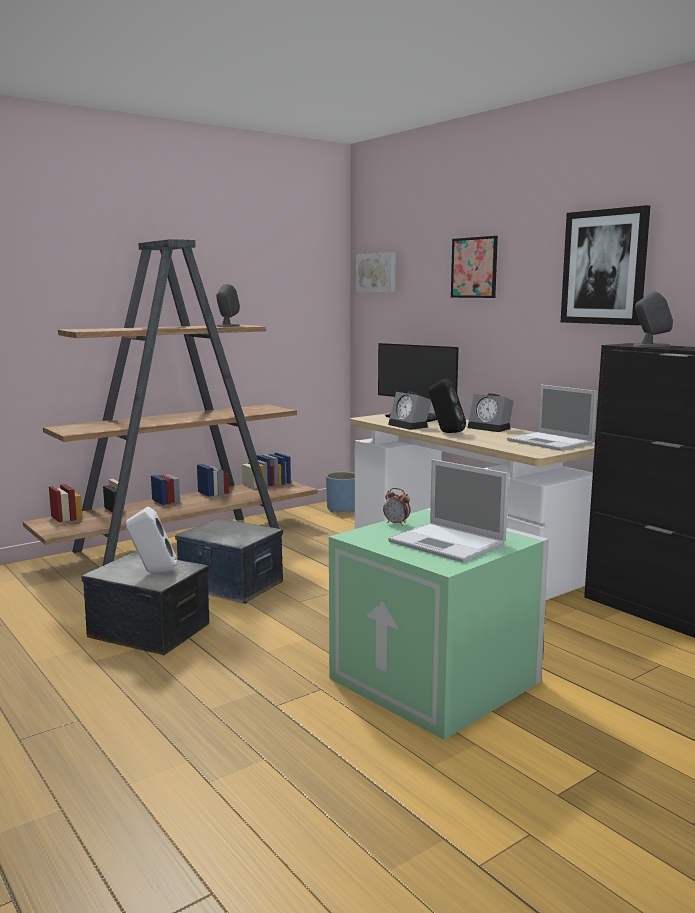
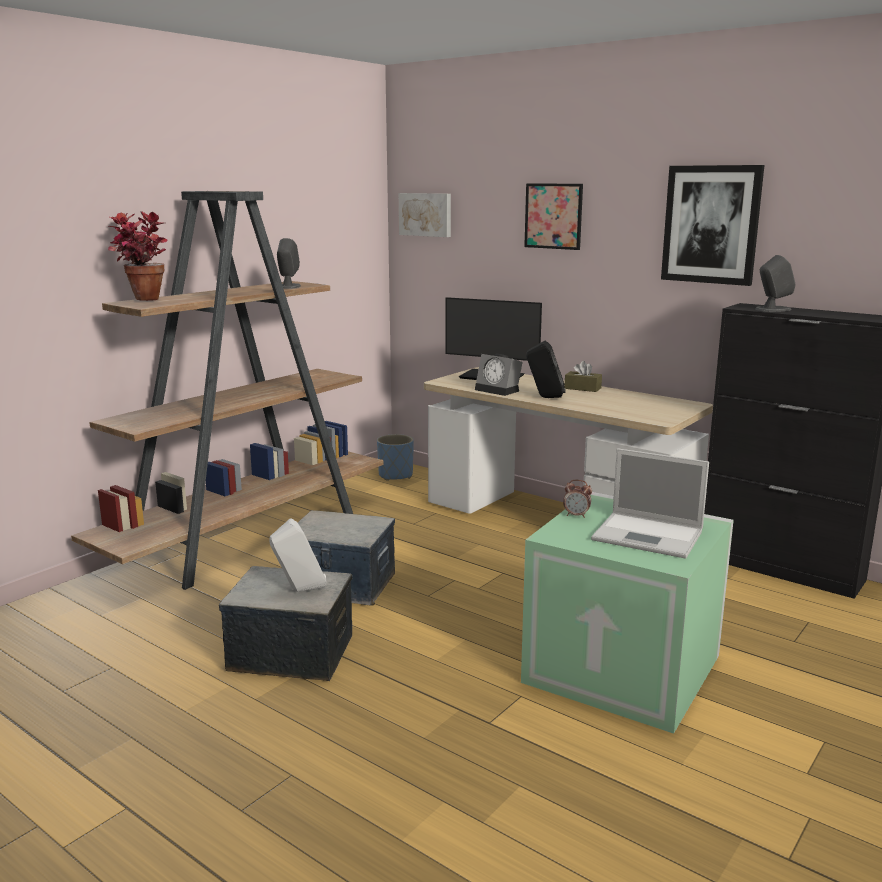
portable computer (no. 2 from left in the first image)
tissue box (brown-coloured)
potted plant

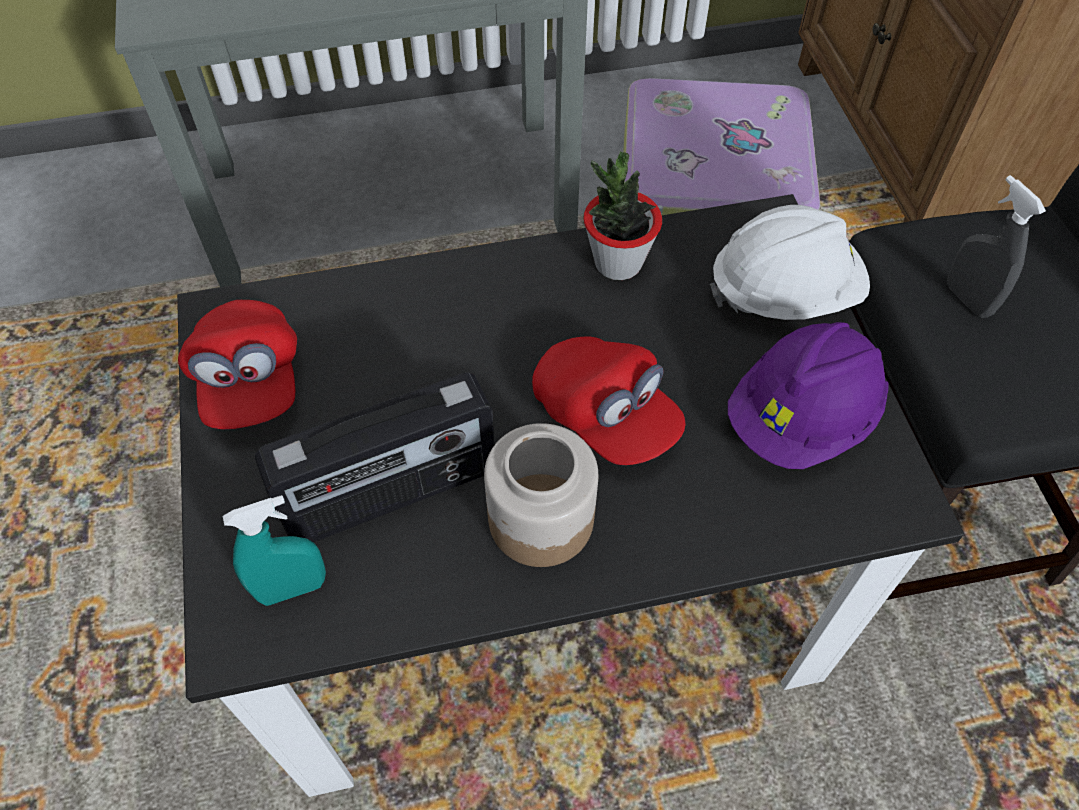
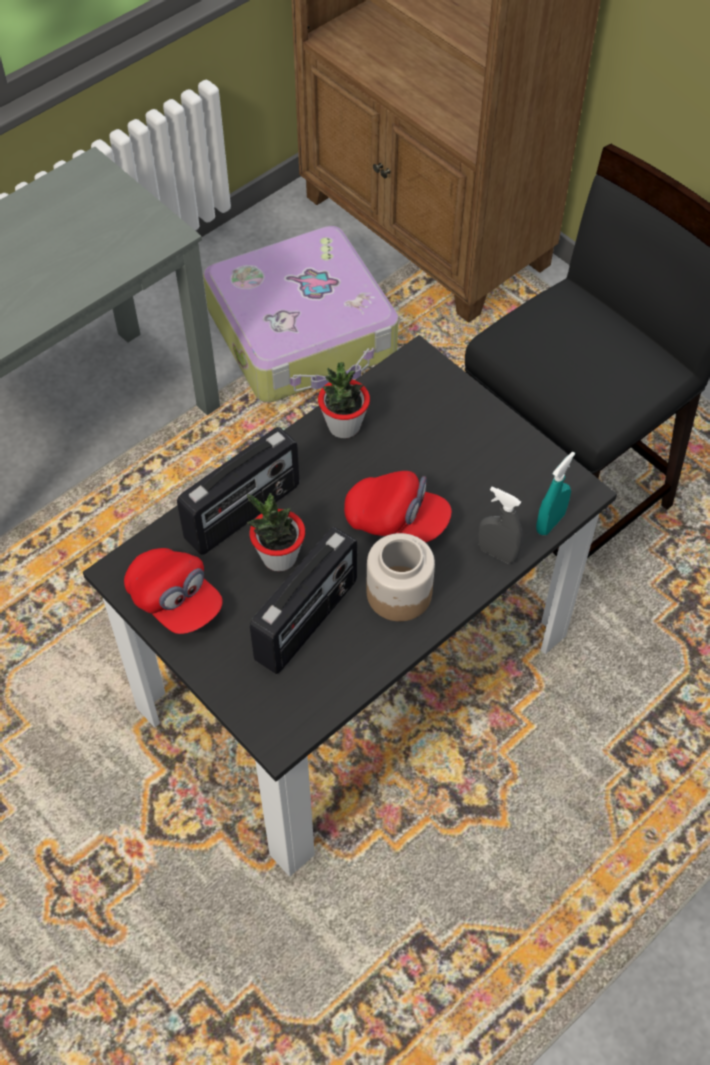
spray bottle (grey)
hard hat (white-coloured)
hard hat (purple)
spray bottle (turquoise-coloured)
radio receiver (no. 1 from left)
potted plant (no. 1 from left)

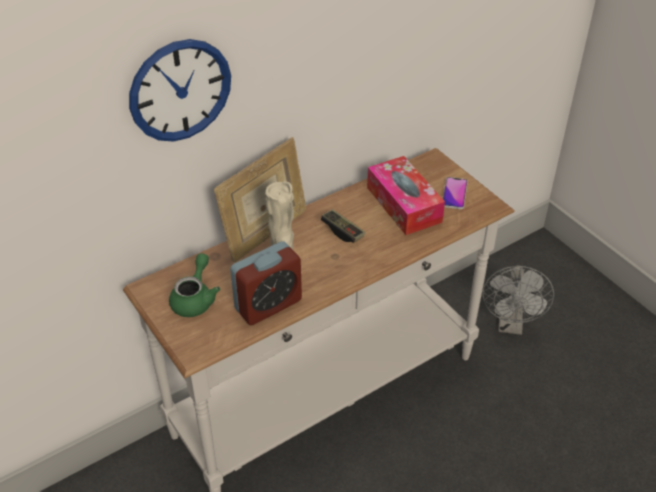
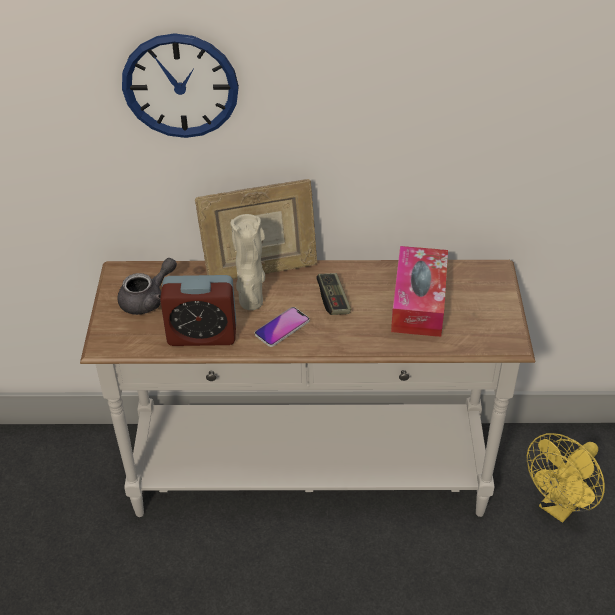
handset
teapot (grey)
fan (yellow)

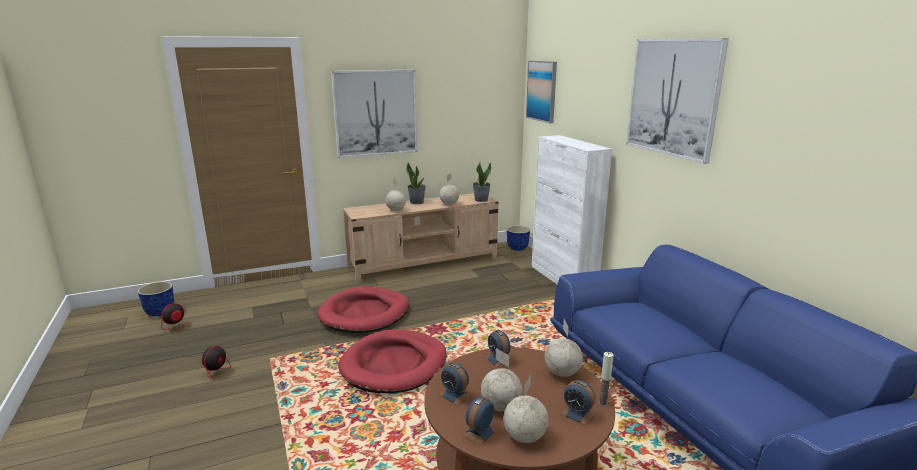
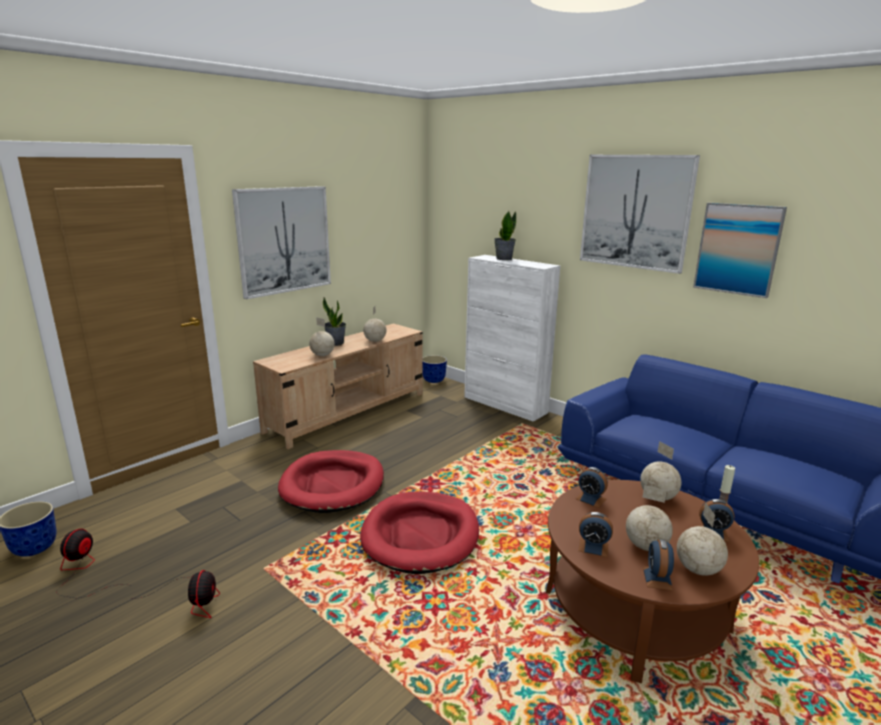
picture (no. 3 from left)
potted plant (no. 2 from left)

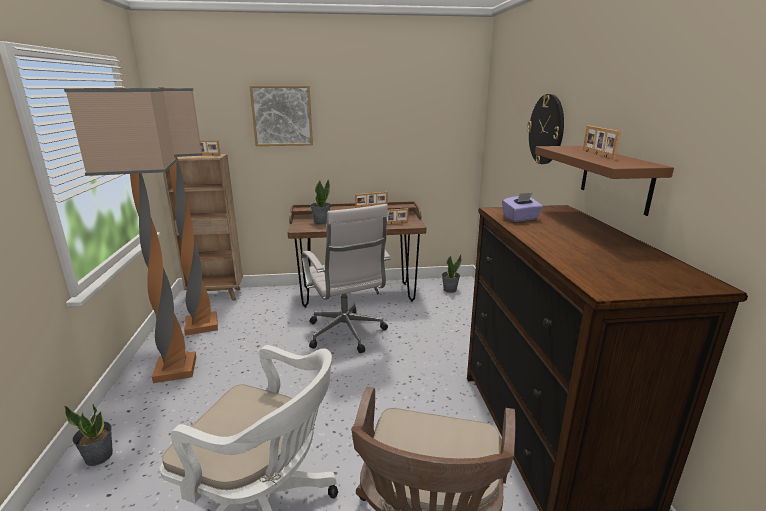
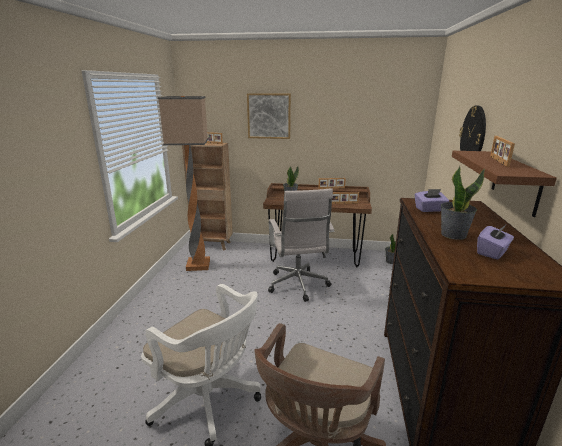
floor lamp (no. 1 from left in the first image)
potted plant (no. 3 from left)
tissue box (purple) (no. 2 from left)

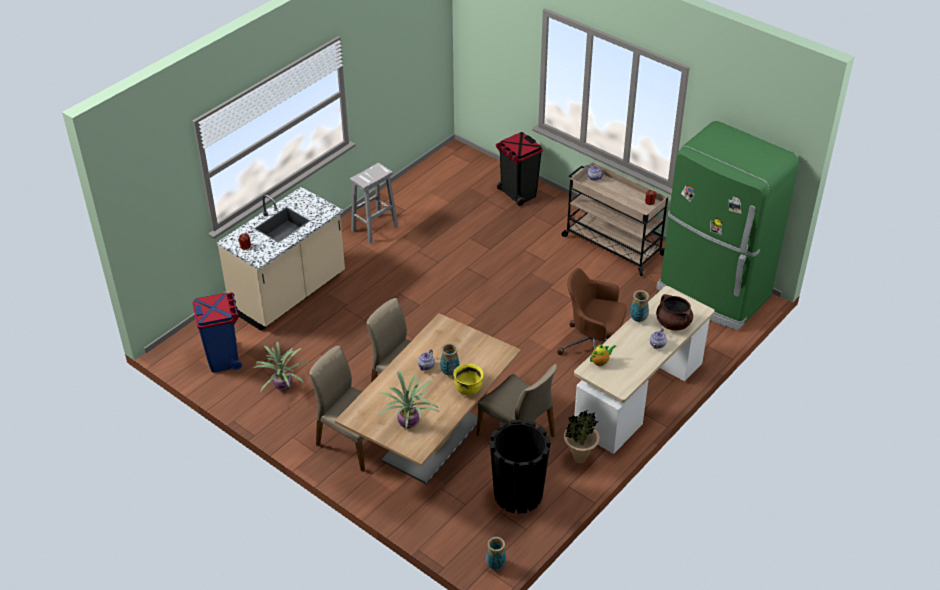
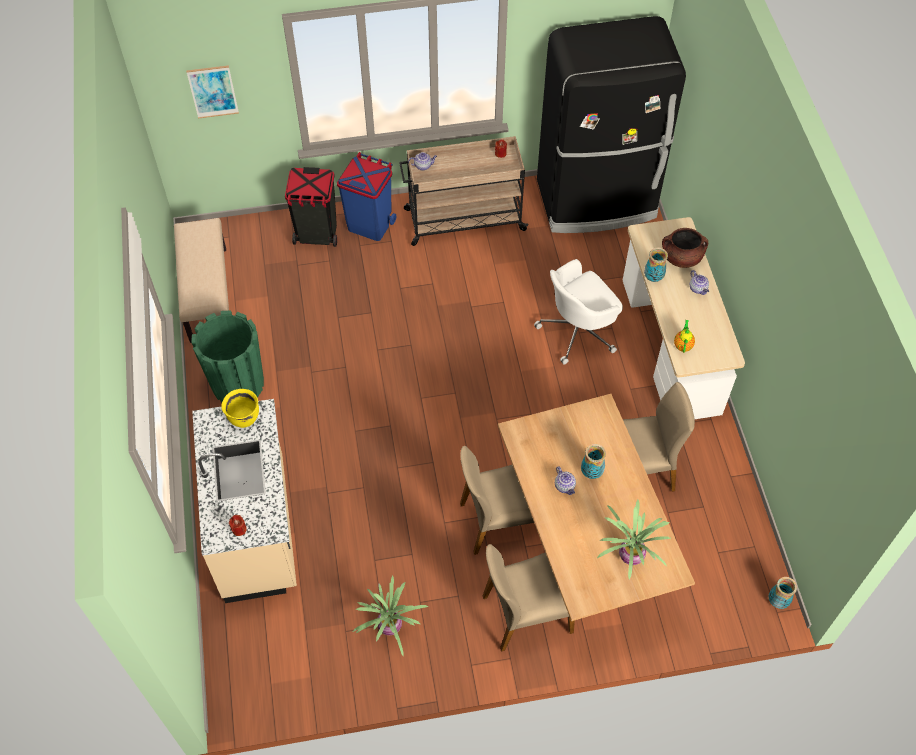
refrigerator (black)
planter (greenish)
office chair (white-coloured)
waste bin (blue-coloured)
cooking pot (yellow)
potted plant (no. 3 from left in the first image)
planter (black)
picture
bench (beige)

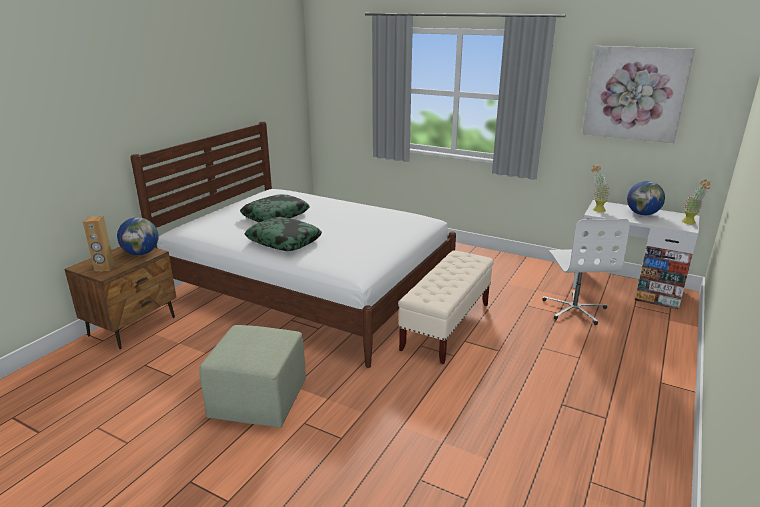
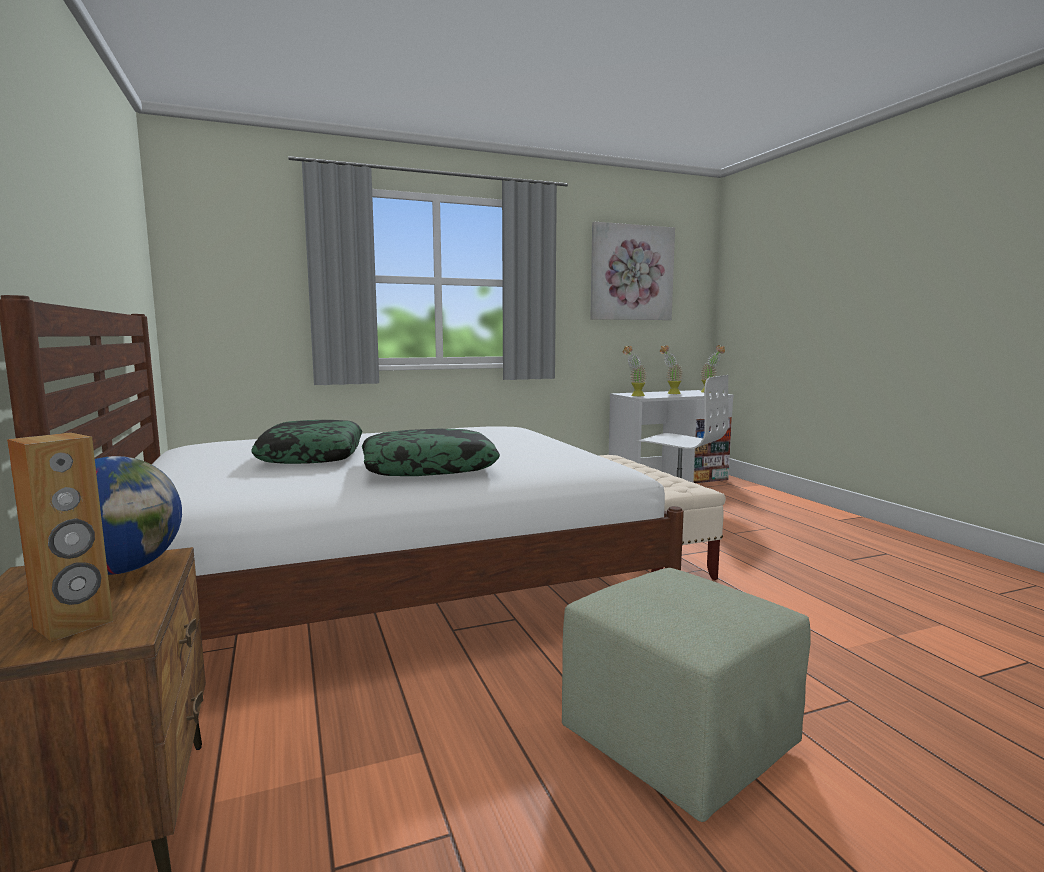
potted plant (no. 2 from left)

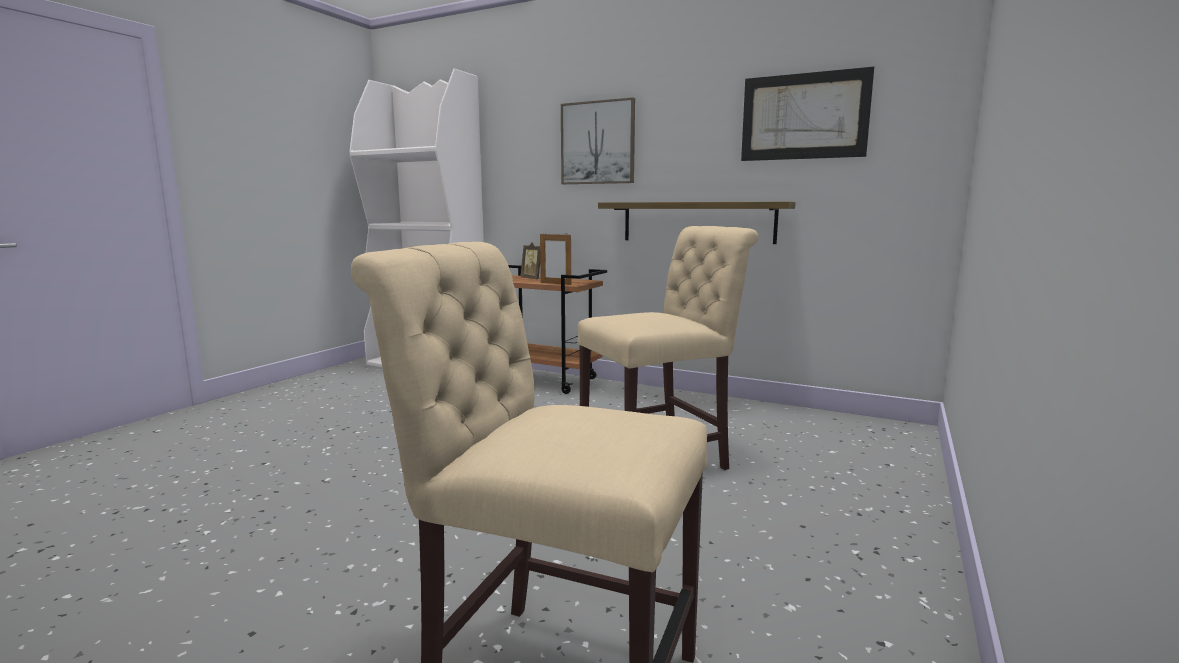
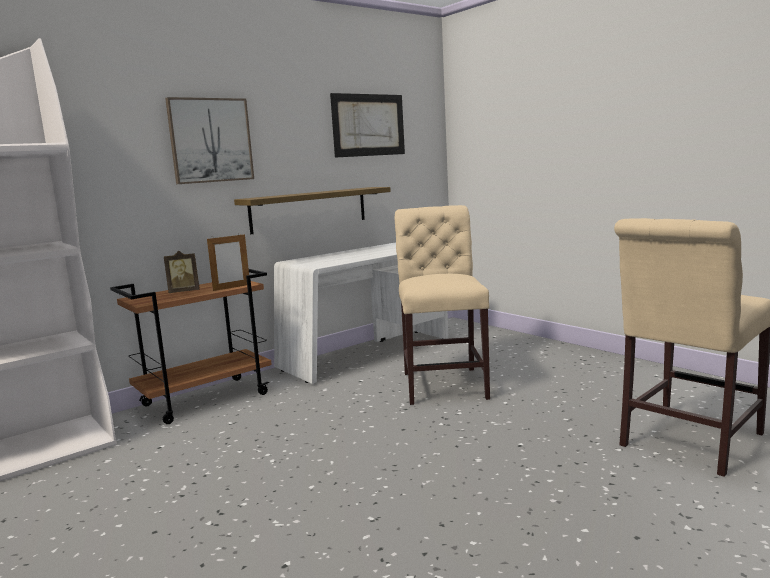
desk (white-coloured)

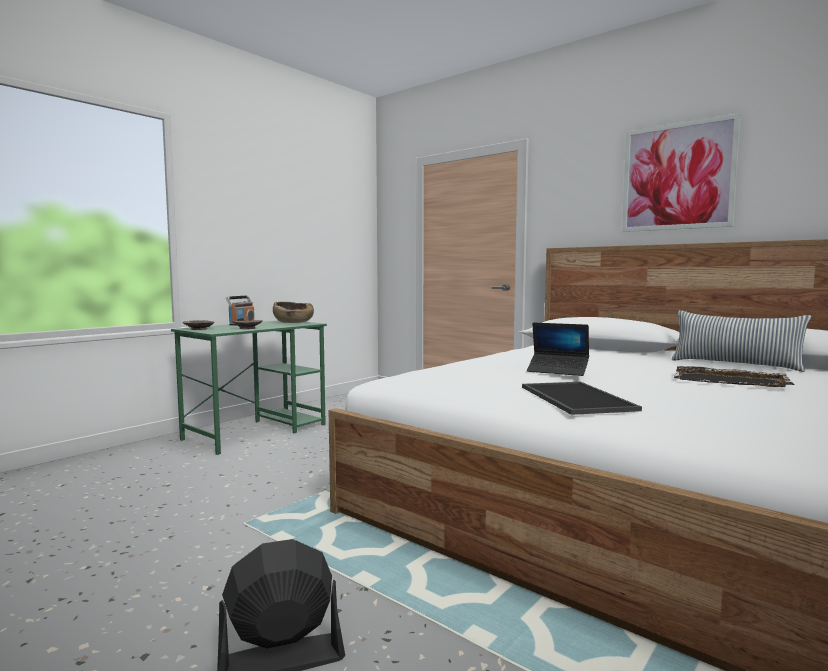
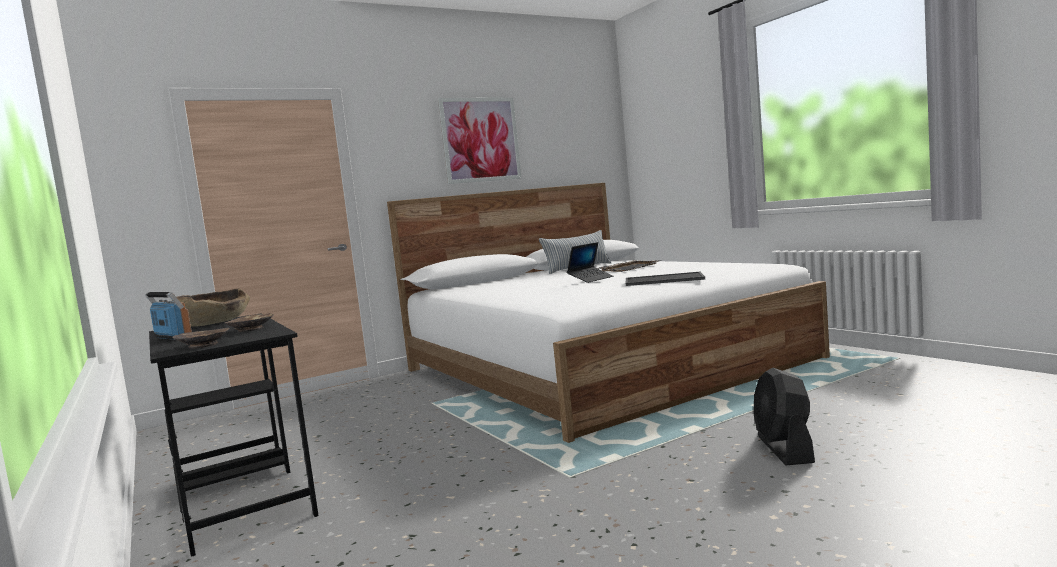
desk (black)

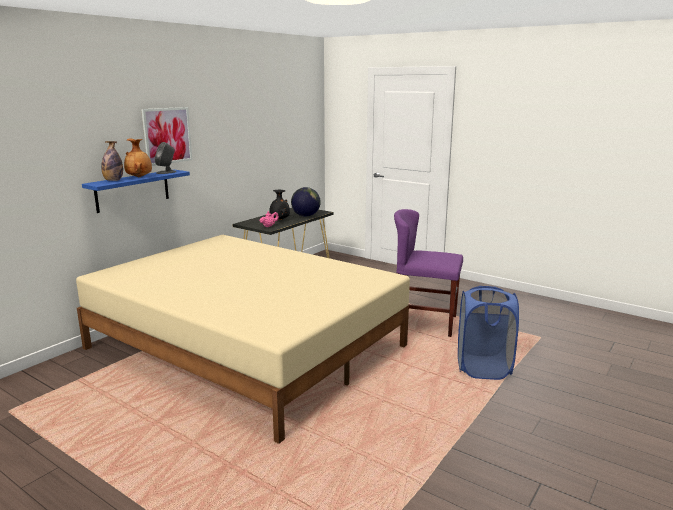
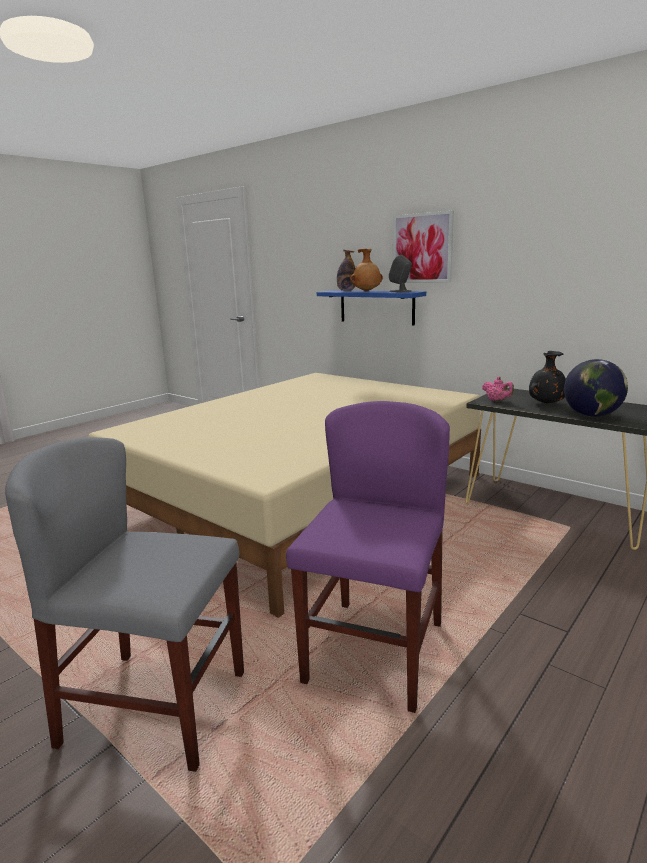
plain chair (grey)

